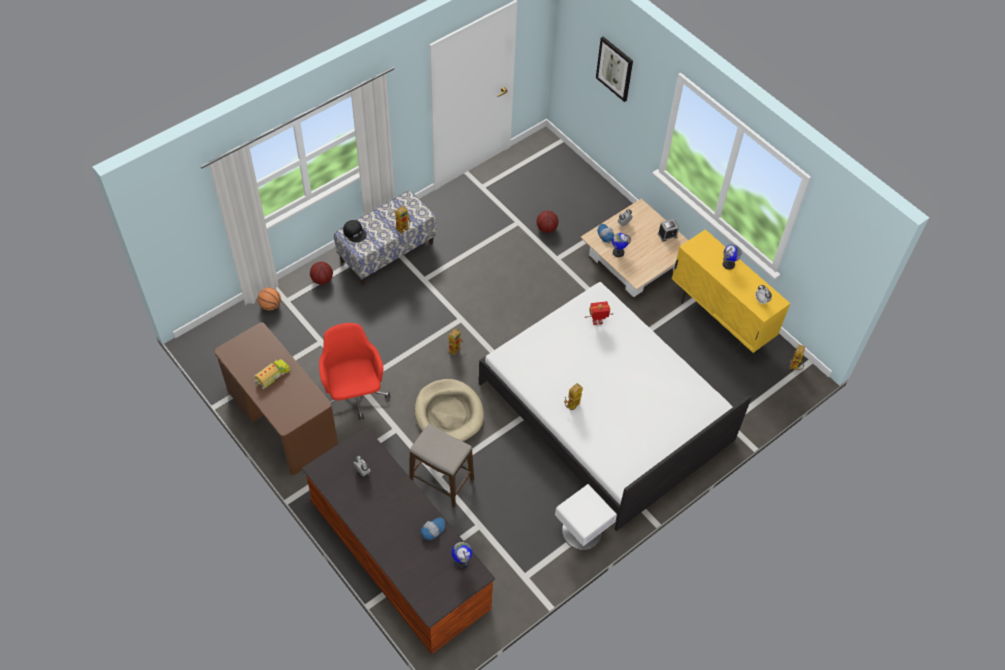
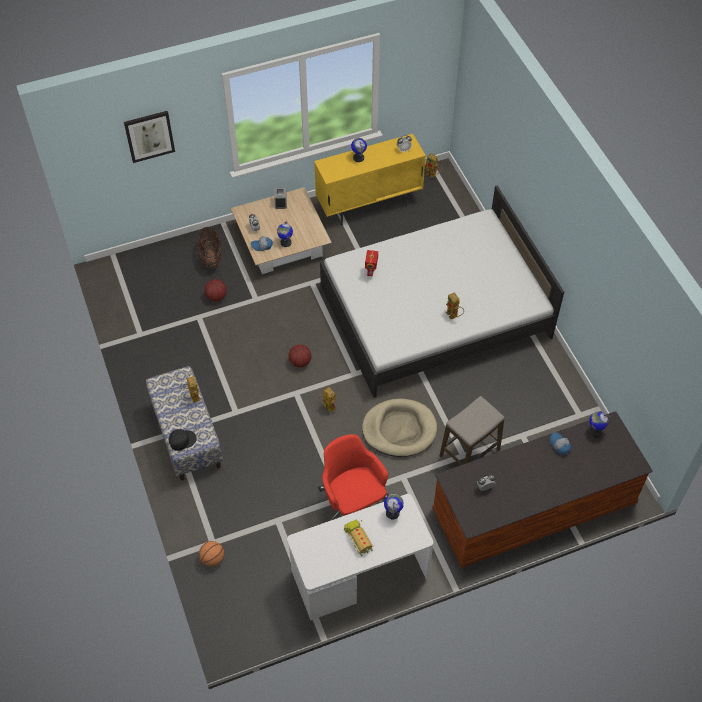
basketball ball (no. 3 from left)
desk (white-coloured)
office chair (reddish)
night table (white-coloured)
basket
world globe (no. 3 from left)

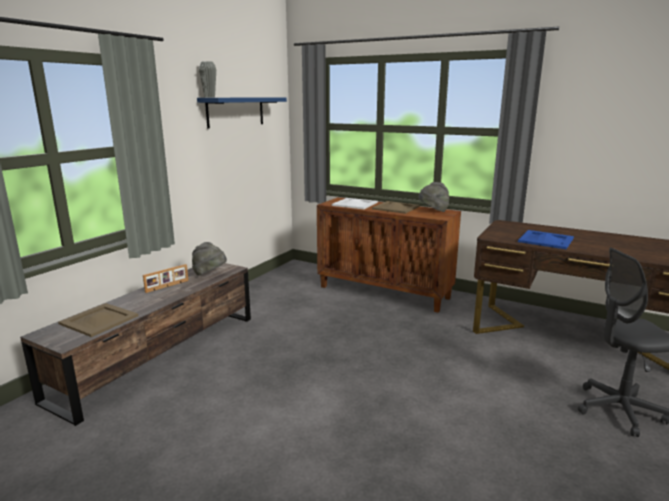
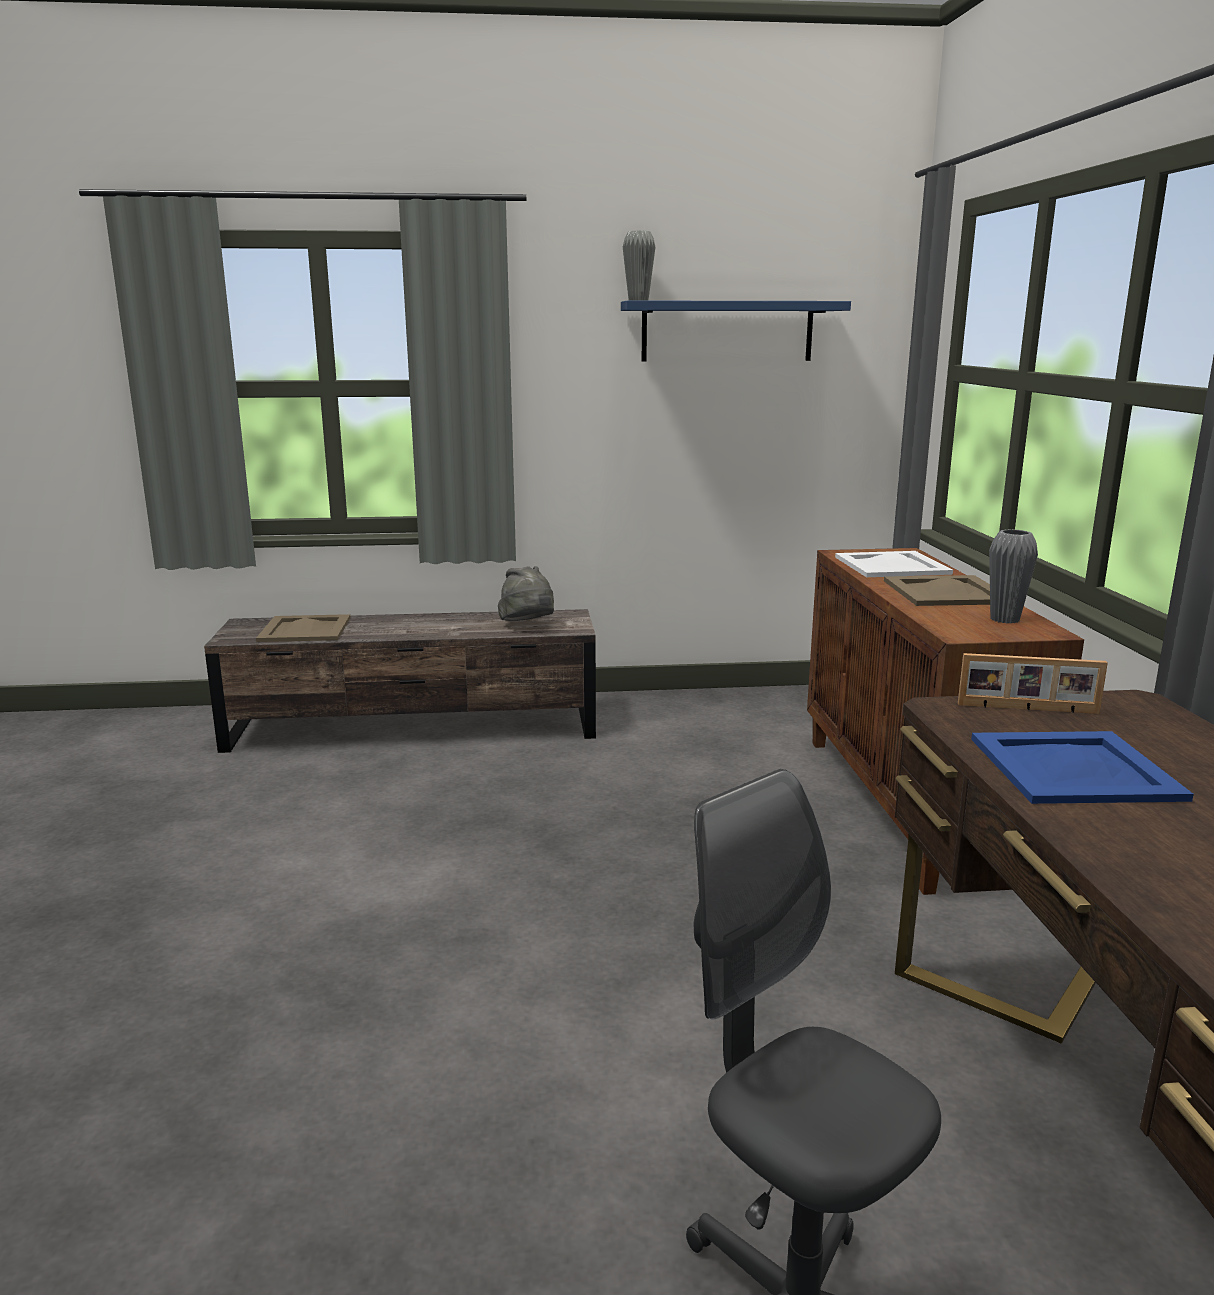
vase (grey) (no. 2 from left)
photo frame

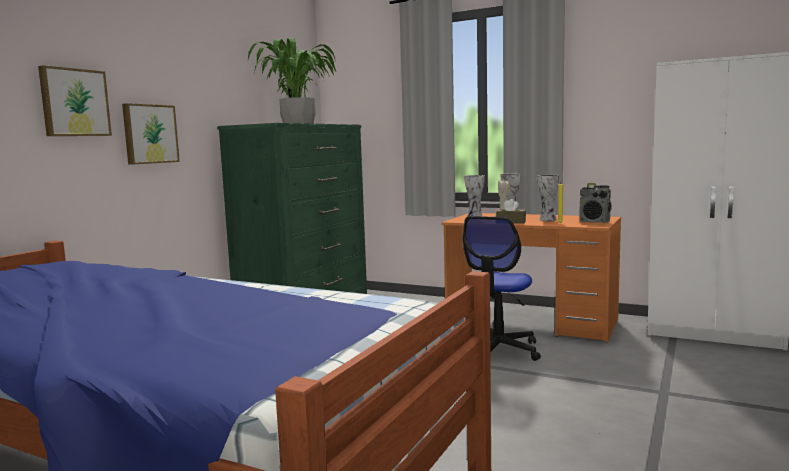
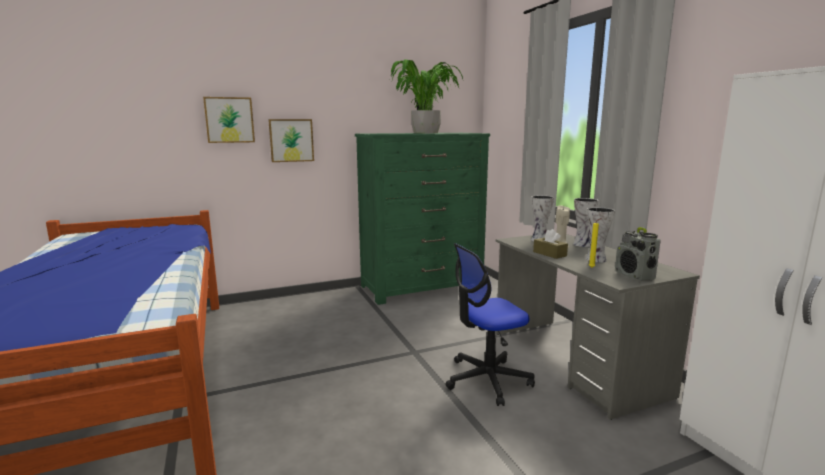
desk (grey)

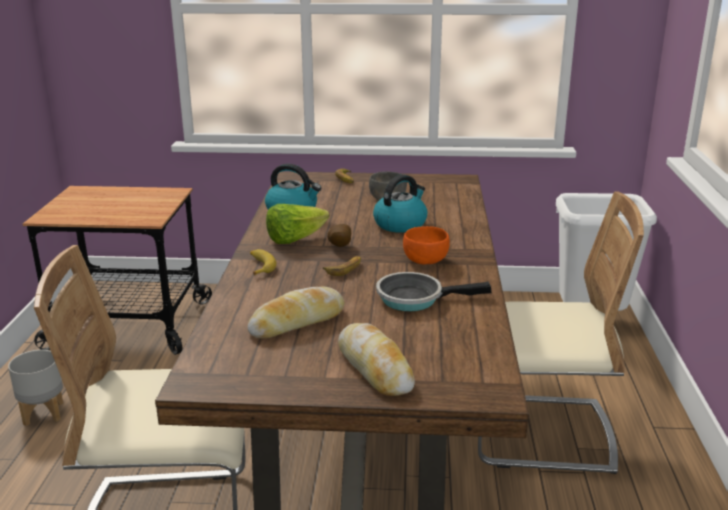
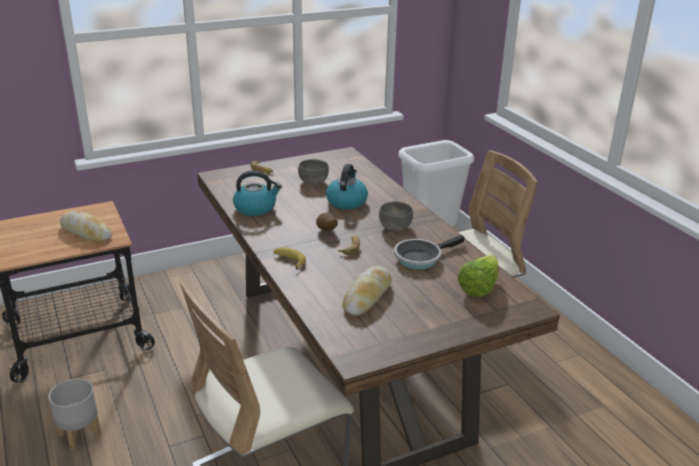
head of lettuce
bowl (grey) (no. 2 from left)
bread (no. 1 from left)

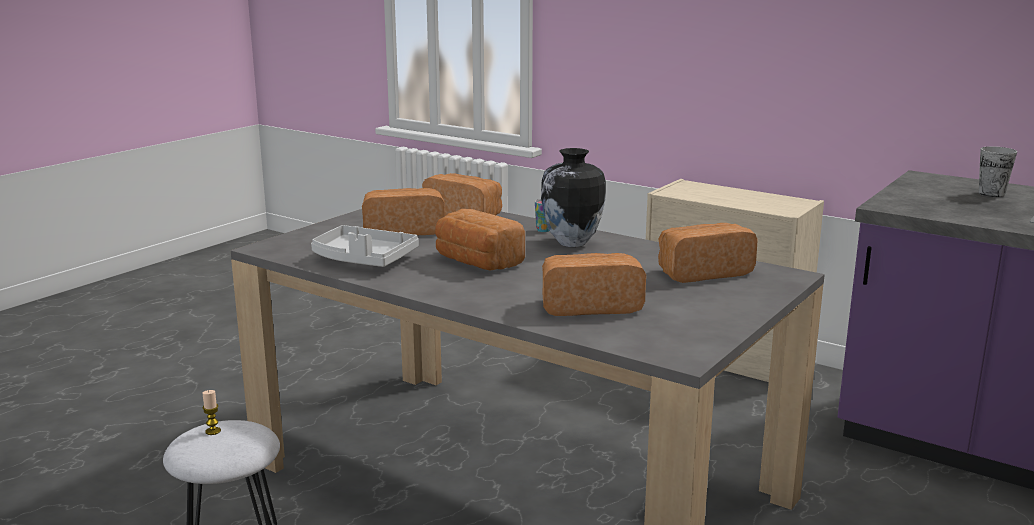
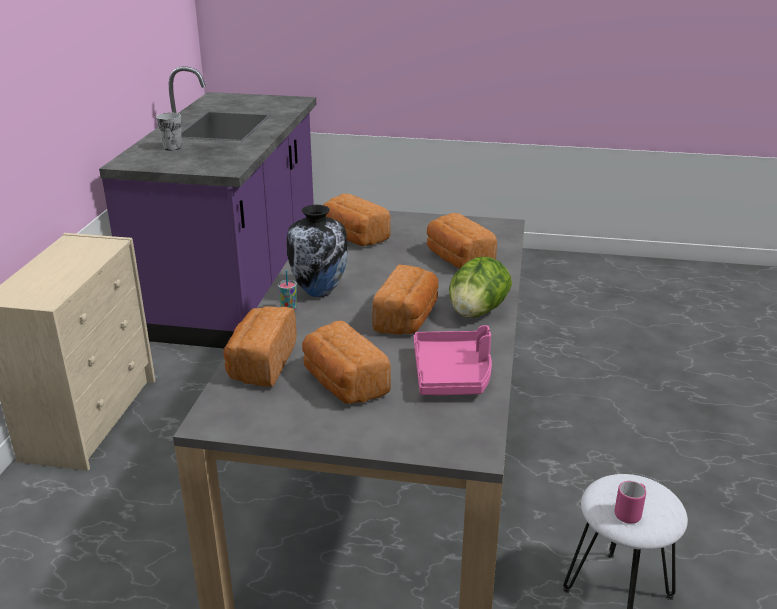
serving tray (pinkish)
tea mug (pinkish)
head of lettuce

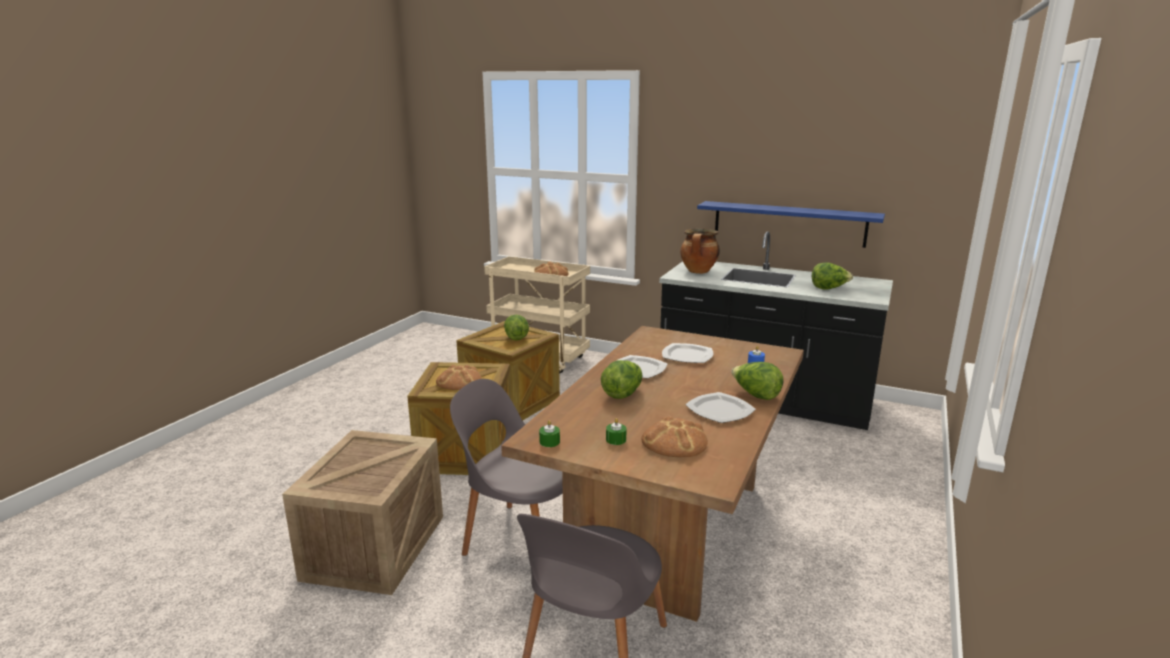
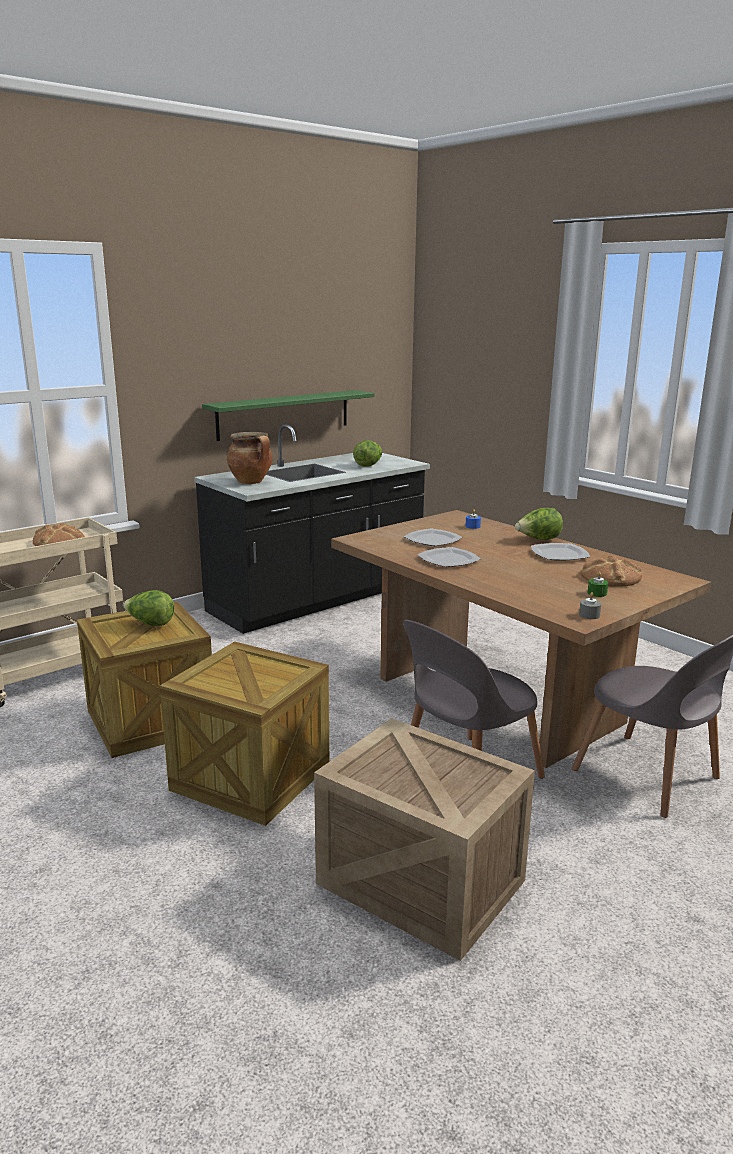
shelf (greenish)
head of lettuce (no. 2 from left in the first image)
bread (no. 1 from left in the first image)
candle (grey)

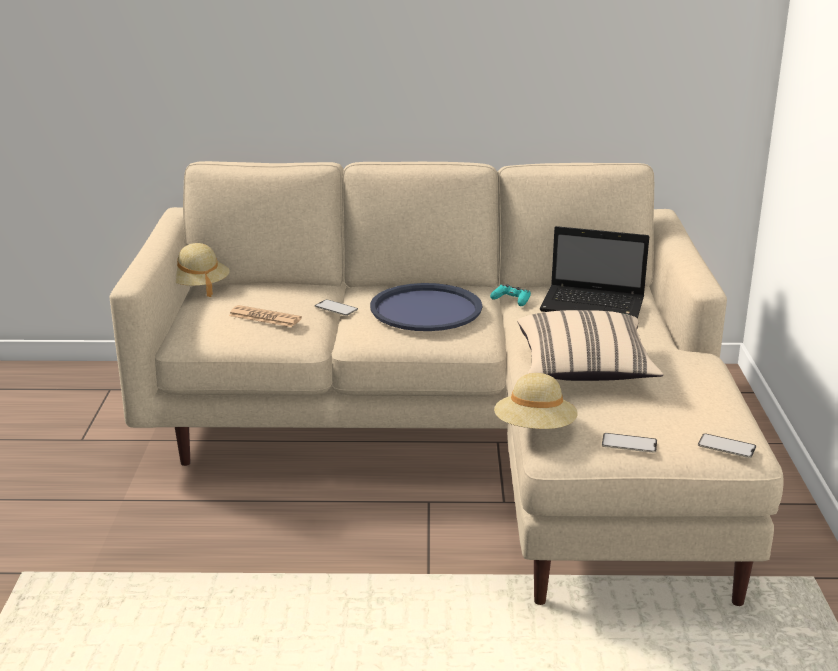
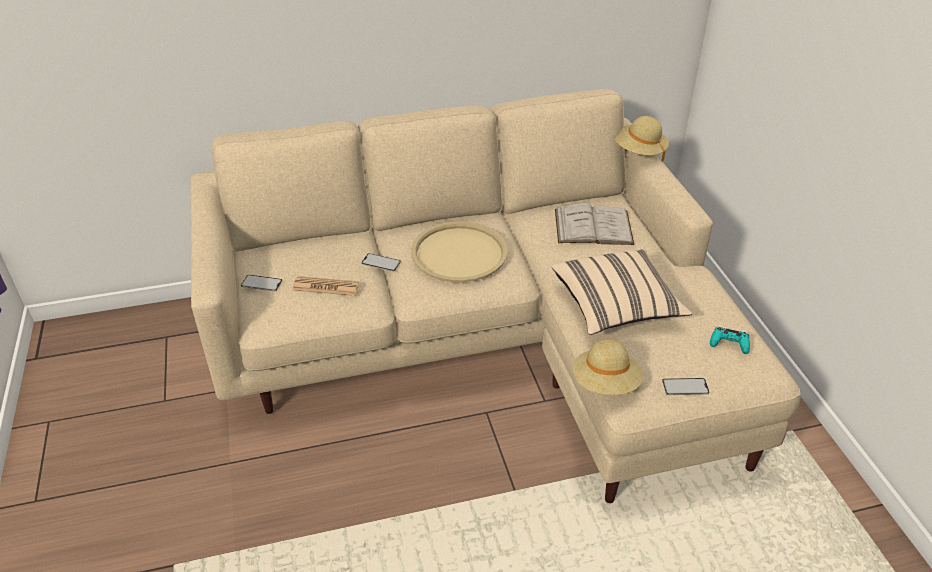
volume (white-coloured)
clothing hat (beige) (no. 2 from left)
serving tray (beige)
joypad (turquoise-coloured)
handset (no. 1 from left)

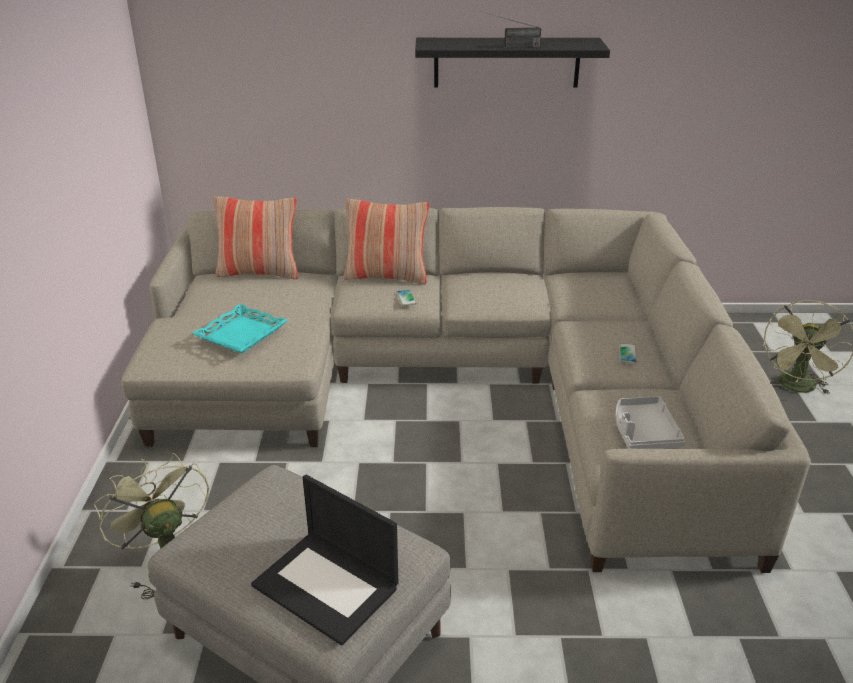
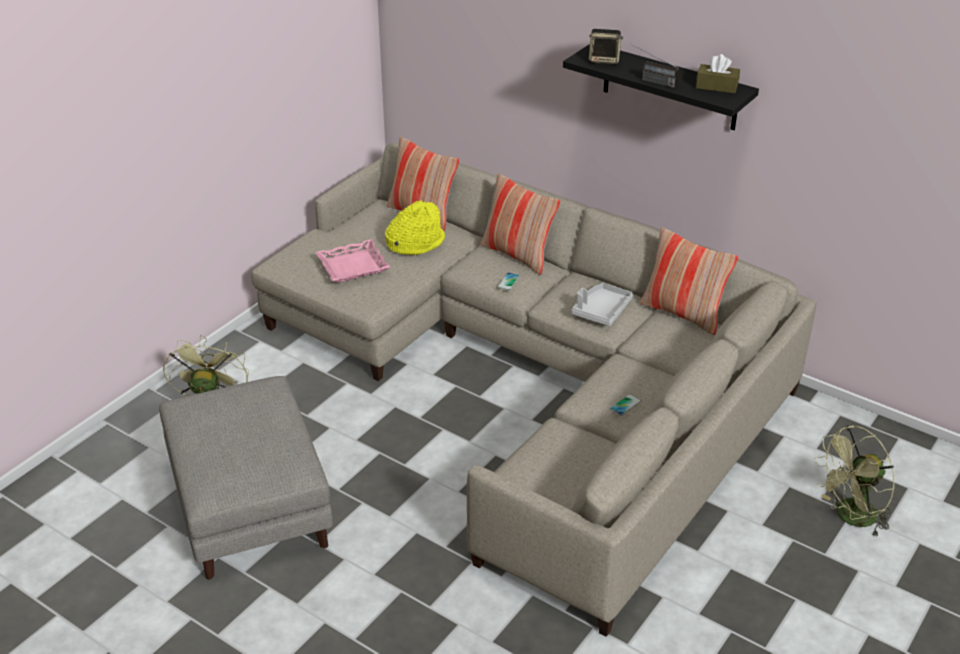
serving tray (pinkish)
serving tray (grey)
portable computer
loudspeaker
tissue box (brown-coloured)
clothing hat (yellow)
cushion (no. 3 from left)

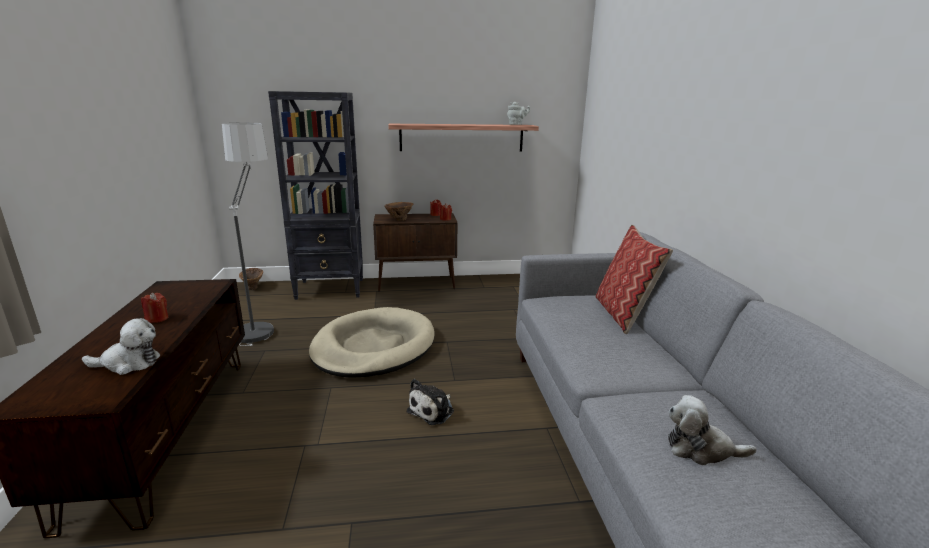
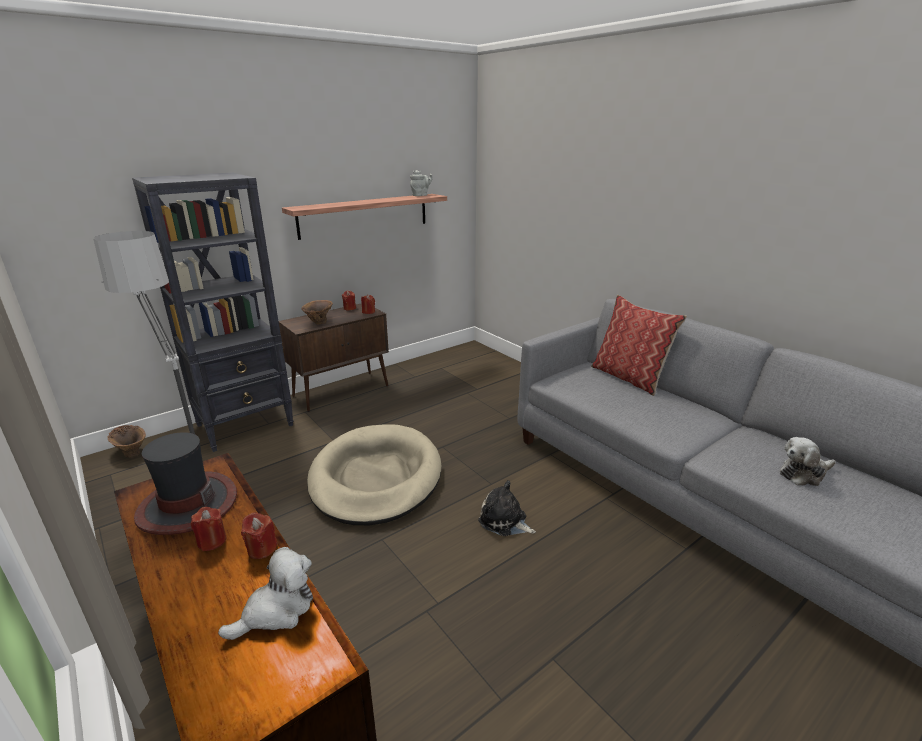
cuddly toy (no. 2 from left)
clothing hat
candle (reddish) (no. 2 from left)

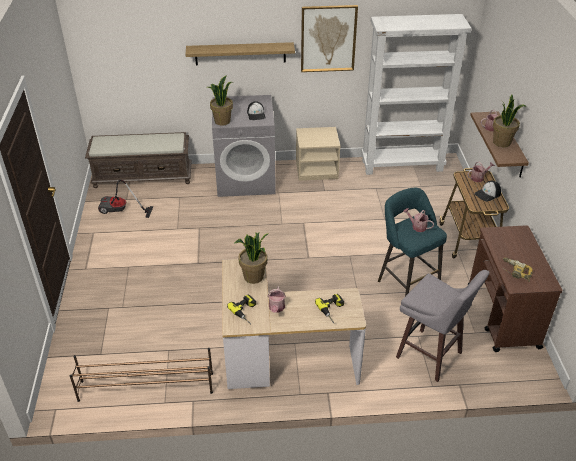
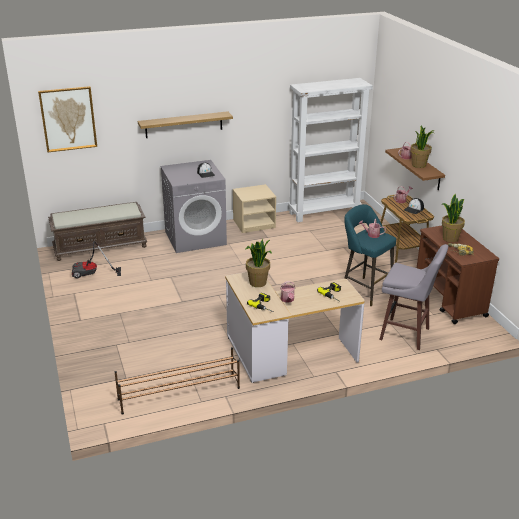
picture
potted plant (no. 3 from left)

